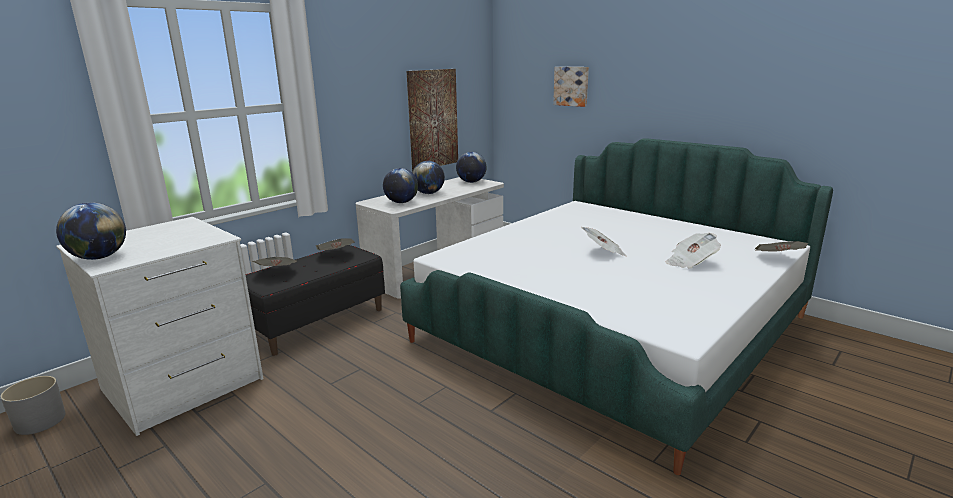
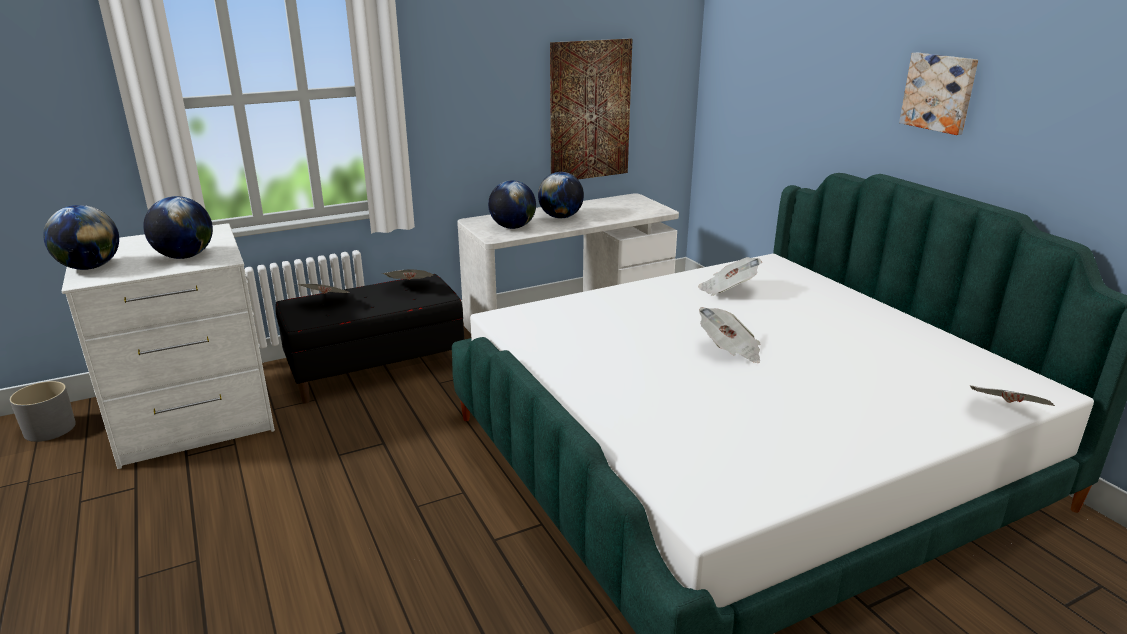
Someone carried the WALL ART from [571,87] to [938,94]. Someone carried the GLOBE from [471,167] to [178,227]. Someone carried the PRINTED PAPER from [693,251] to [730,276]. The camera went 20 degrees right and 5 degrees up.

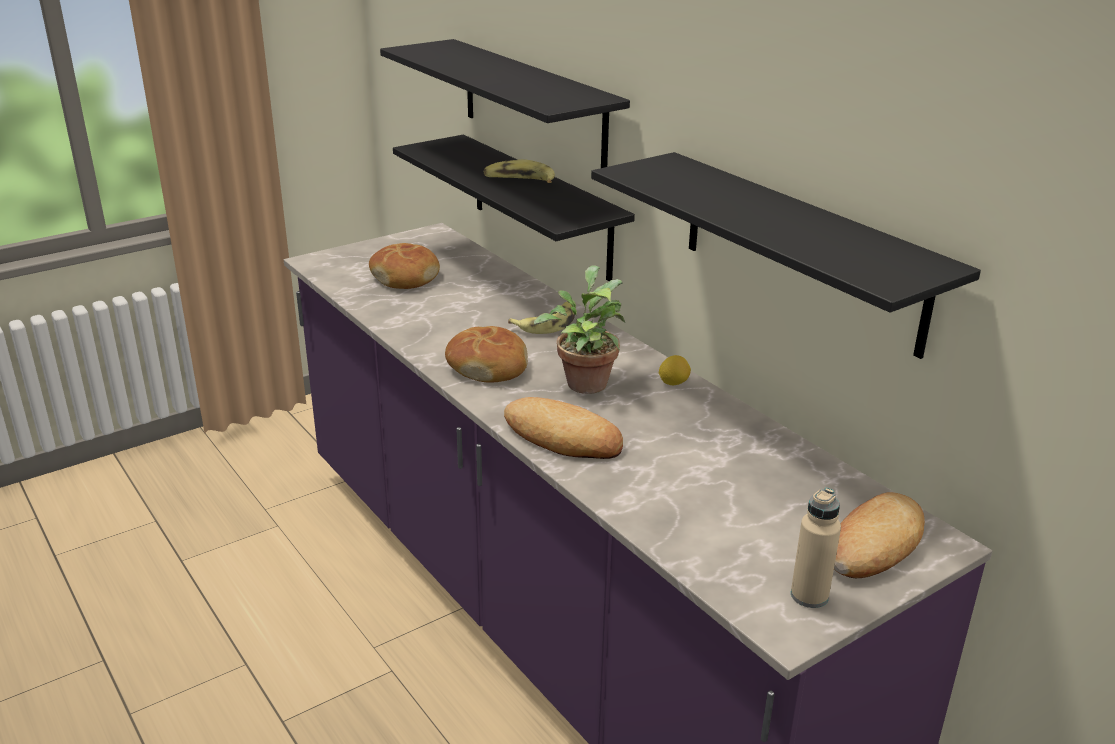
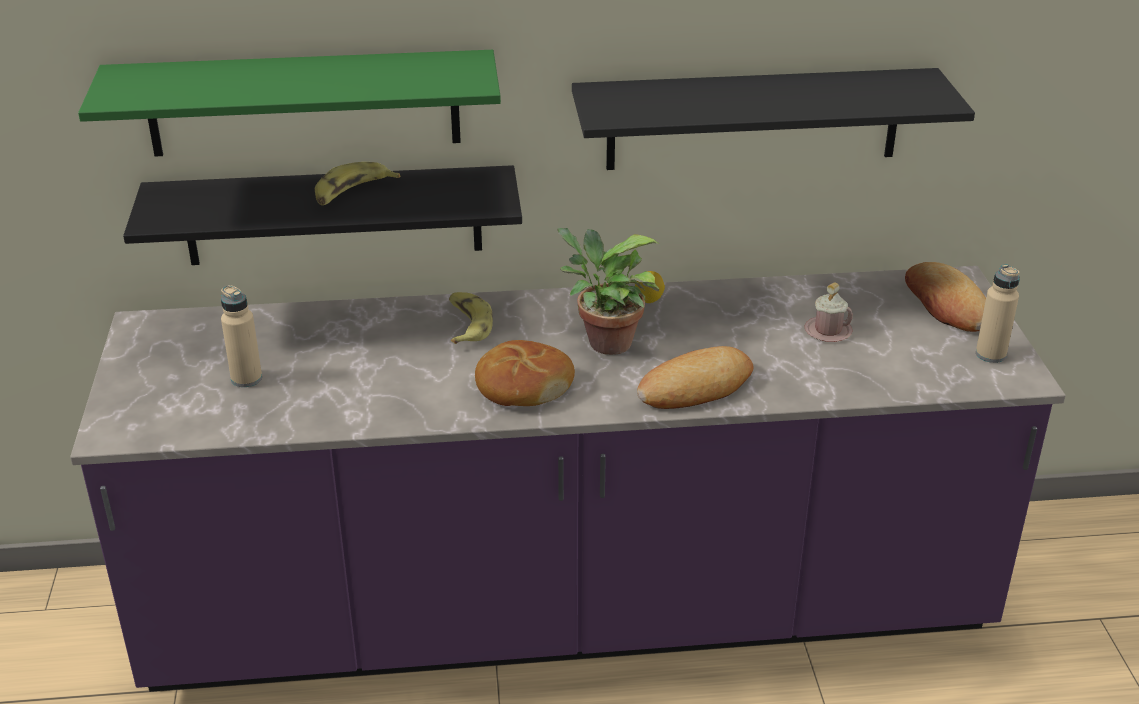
Someone repainted the BLACKISH BRACKET SHELF at [505,103], which became the GREEN-COLOURED BRACKET SHELF at [289,103]. Someone swapped the BREAD at [404,266] for the BEIGE DRINK BOTTLE at [241,336]. Someone put down the PINK MUG at [828,312]. The camera went 60 degrees left and 5 degrees up.

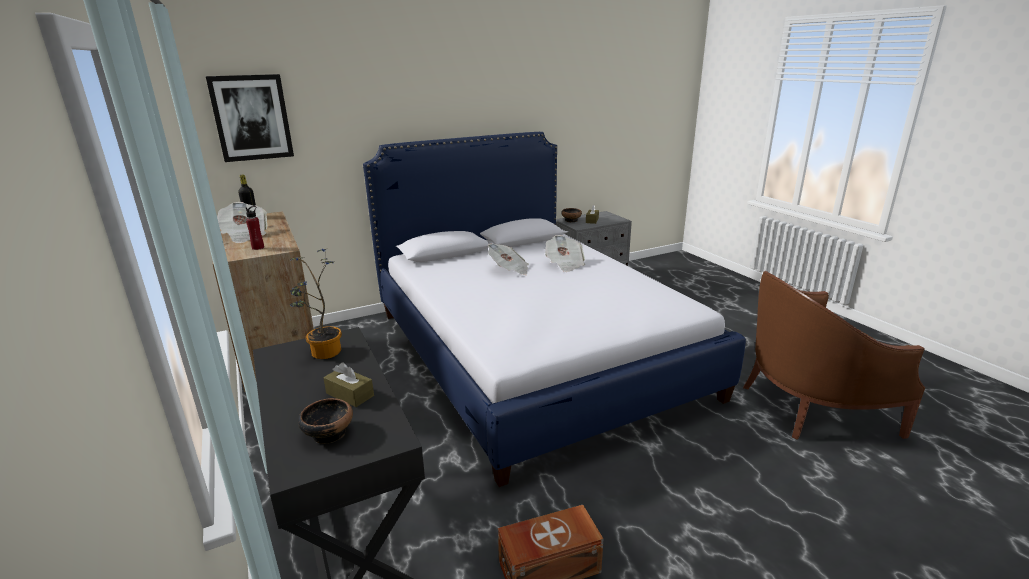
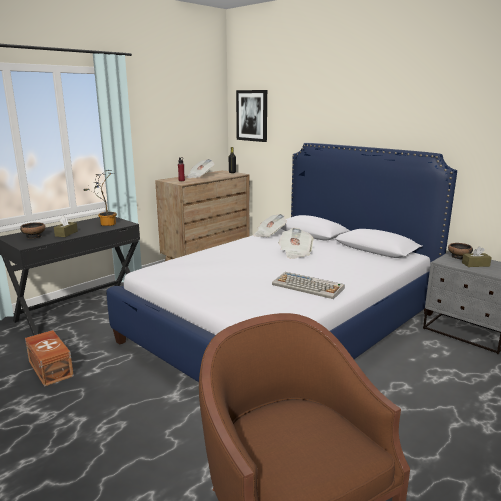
Someone carried the PRINTED PAPER from [565,253] to [270,225]. Someone put down the COMPUTER KEYBOARD at [308,285]. The camera went 70 degrees right and 5 degrees down.

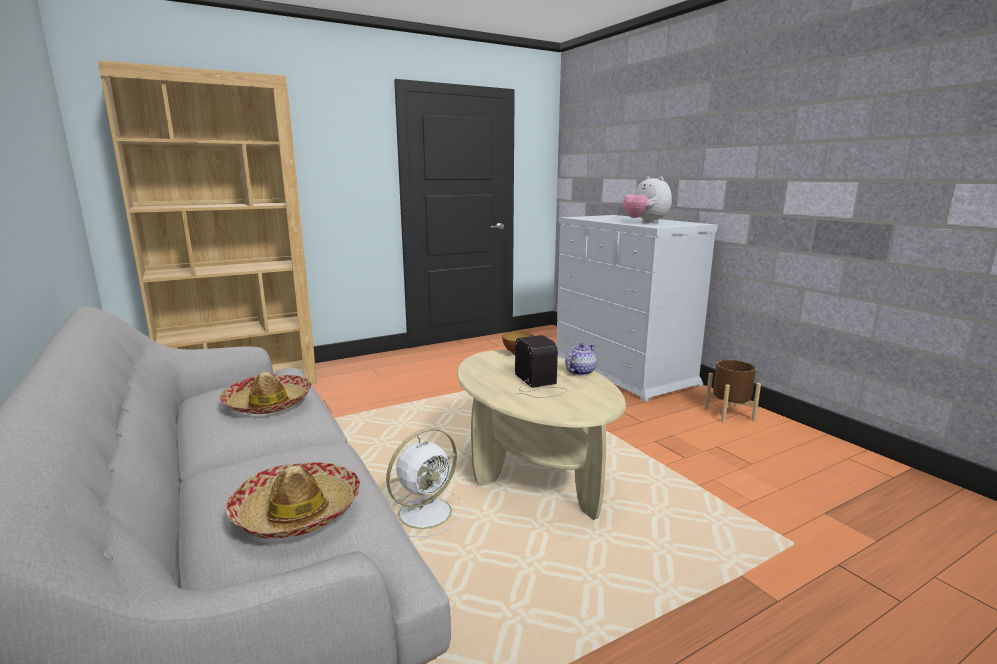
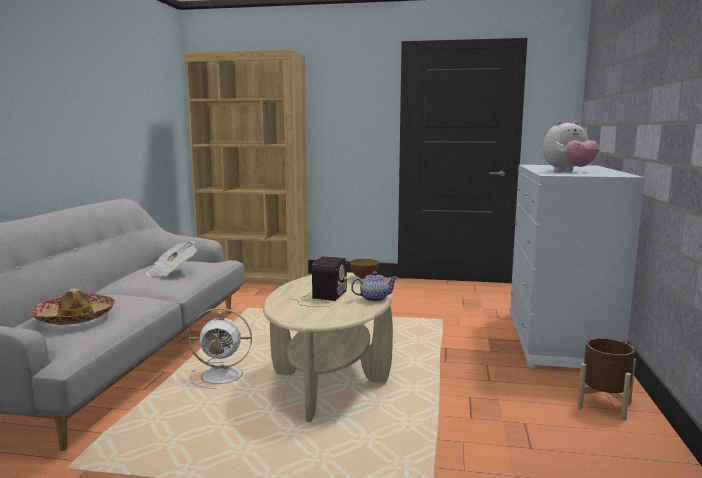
Someone rotated the SOFT TOY at [647,199] by 120 degrees counterclockwise. Someone swapped the WEARABLE HAT at [266,393] for the PRINTED PAPER at [171,258]. The camera went 40 degrees right and 5 degrees down.

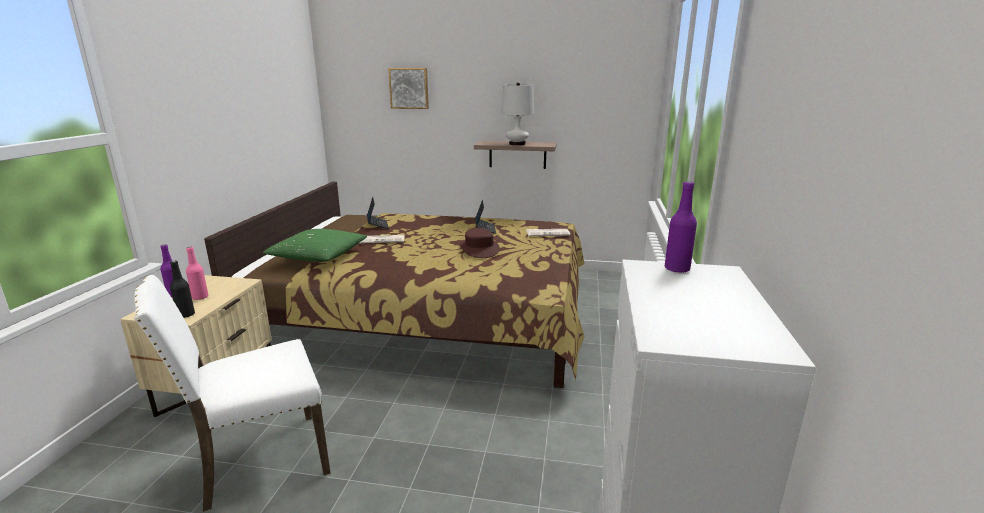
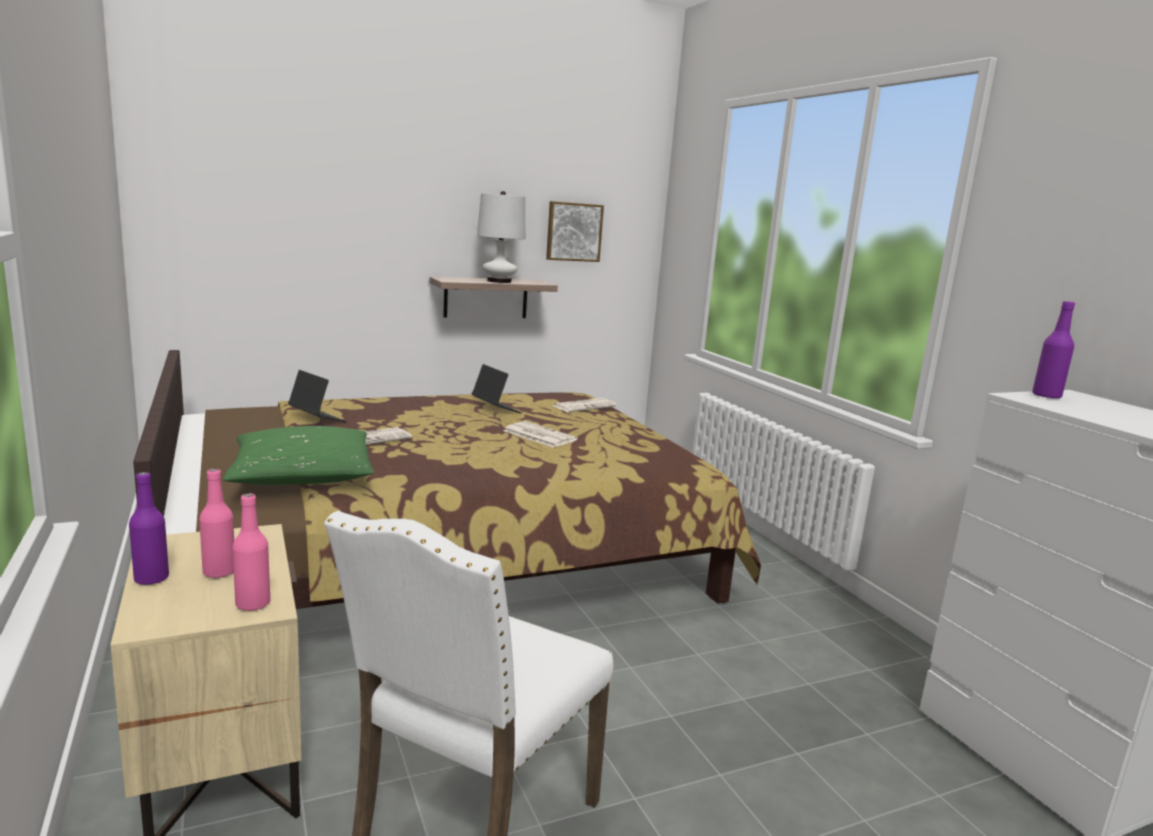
Someone carried the WALL ART from [408,88] to [575,231]. Someone swapped the BROWN-COLOURED WEARABLE HAT at [480,243] for the PRINTED PAPER at [540,434]. Someone repainted the BLACKISH DRINK BOTTLE at [182,289], which became the PINK DRINK BOTTLE at [251,552]. The camera went 35 degrees left and 5 degrees down.

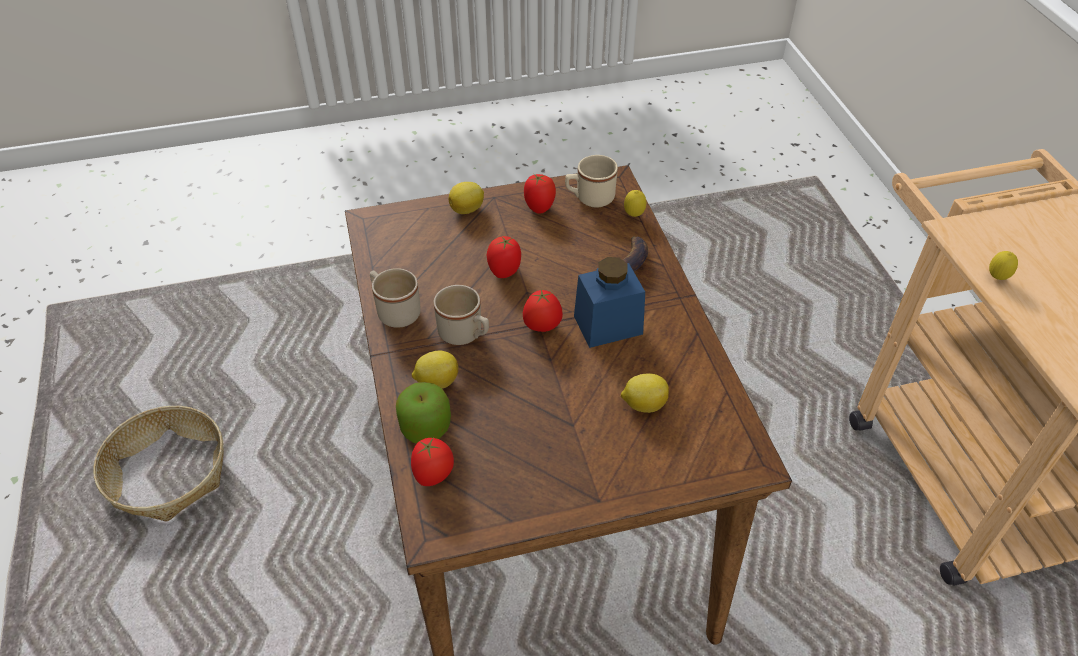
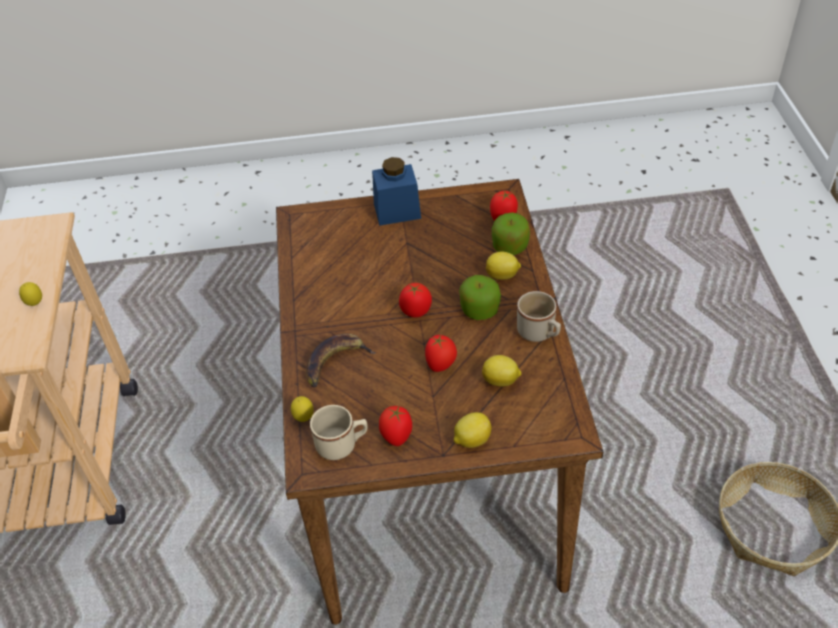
Someone carried the BLUE JAR from [609,302] to [396,191]. Someone swapped the BEIGE MUG at [461,315] for the WHOLE APPLE at [480,297]. Someone carried the LEMON from [645,393] to [502,370]. The camera went 170 degrees left and 0 degrees up.

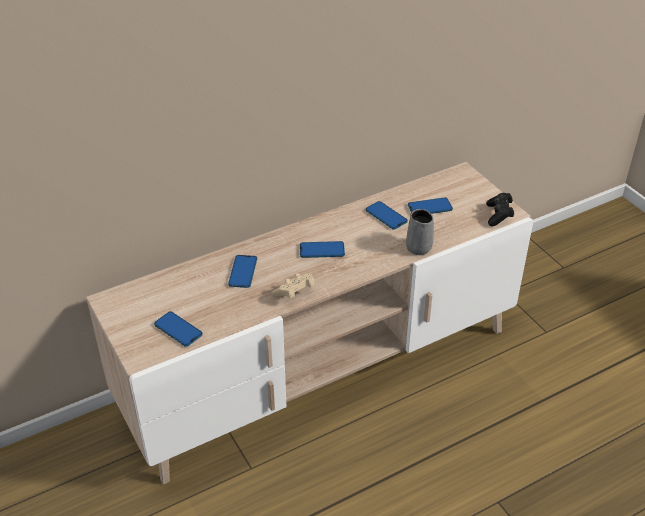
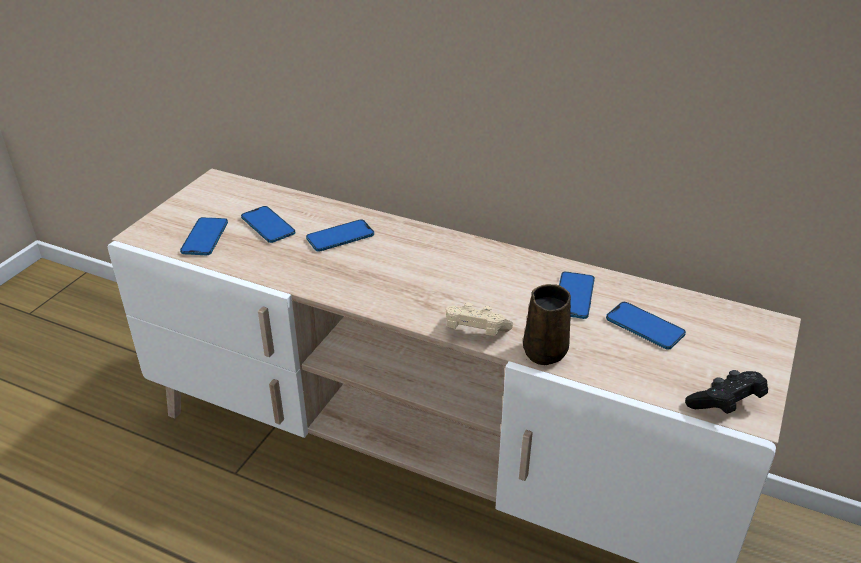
Someone repainted the GRAY MUG at [420,232], which became the BROWN-COLOURED MUG at [547,324]. Someone carried the HANDSET from [322,249] to [268,224]. Someone carried the BEIGE GAME CONTROLLER from [293,286] to [479,319]. The camera went 55 degrees right and 5 degrees down.

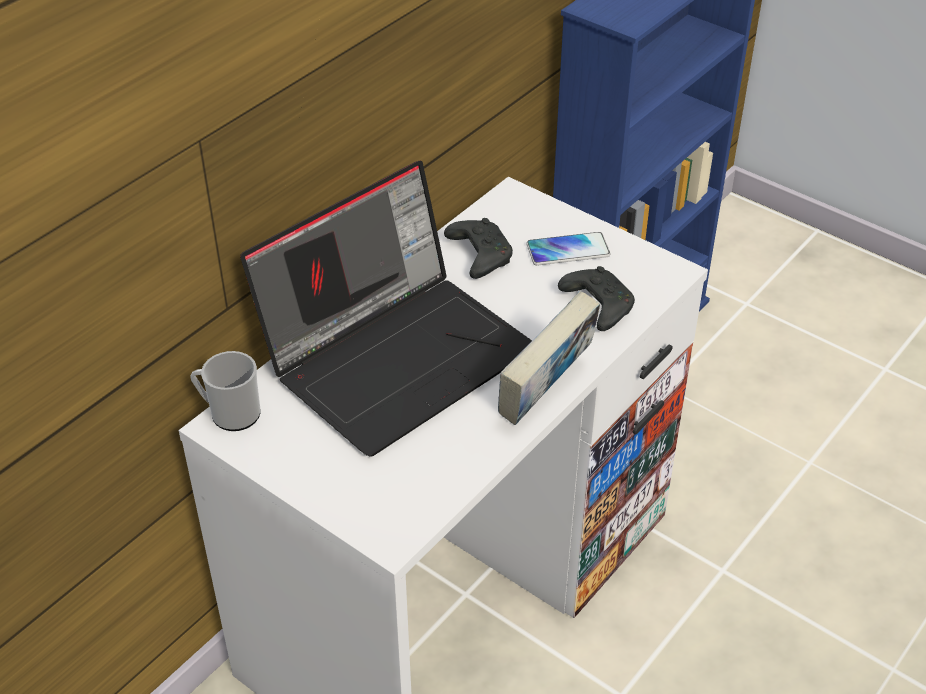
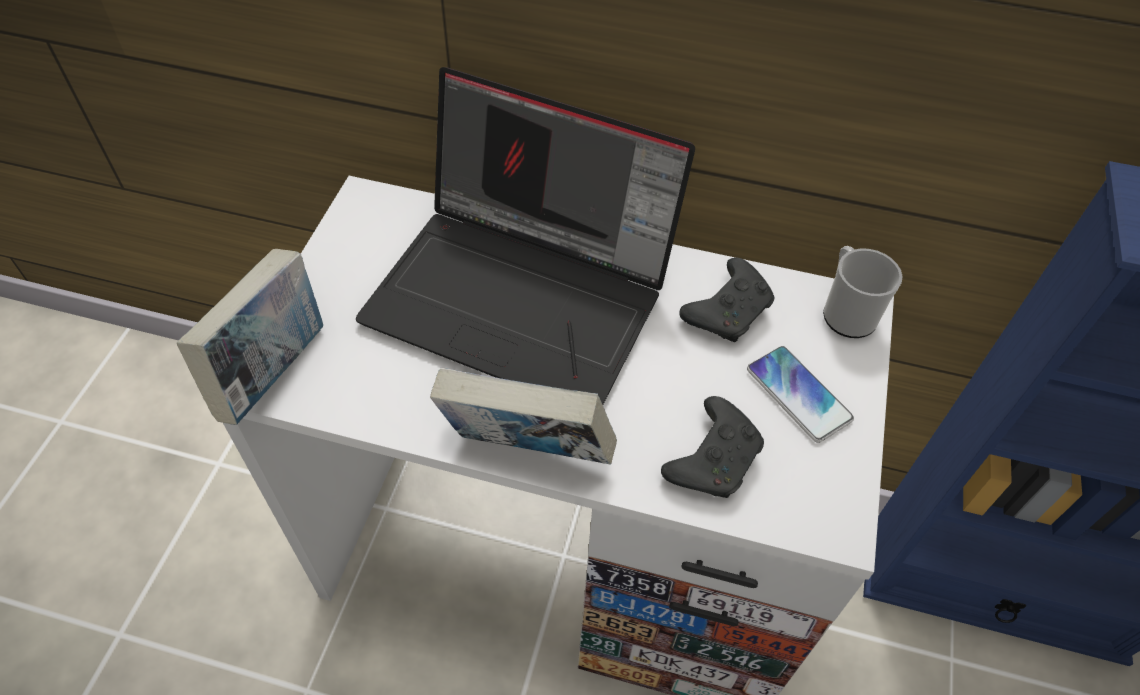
Someone carried the MUG from [225,391] to [863,292]. Someone put down the VOLUME at [250,337]. The camera went 65 degrees right and 10 degrees up.

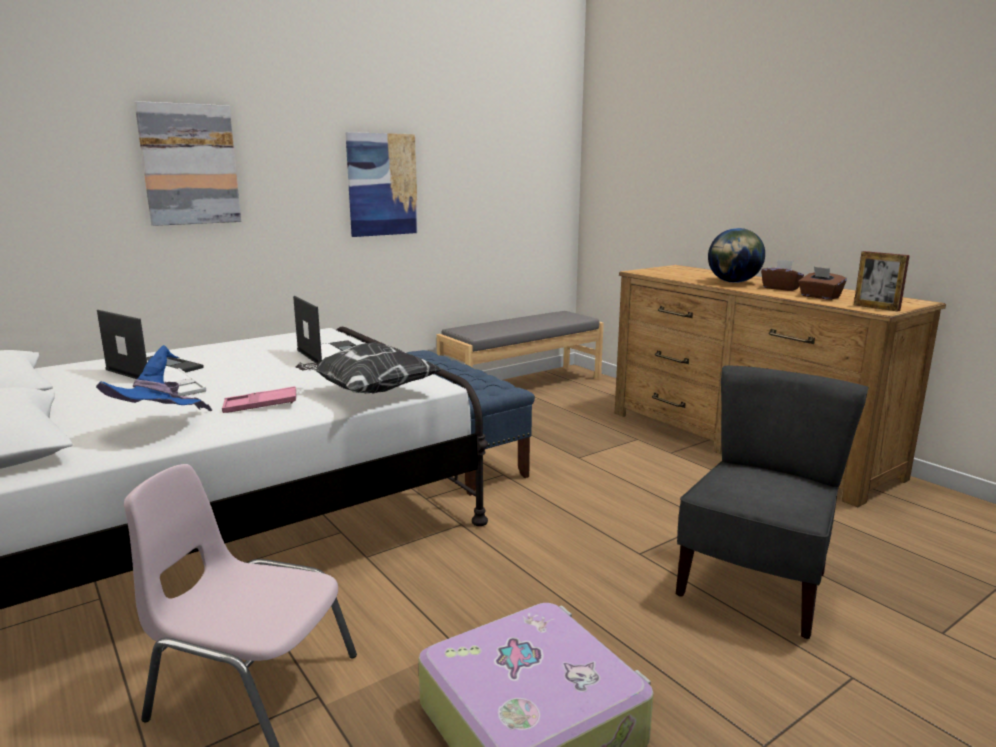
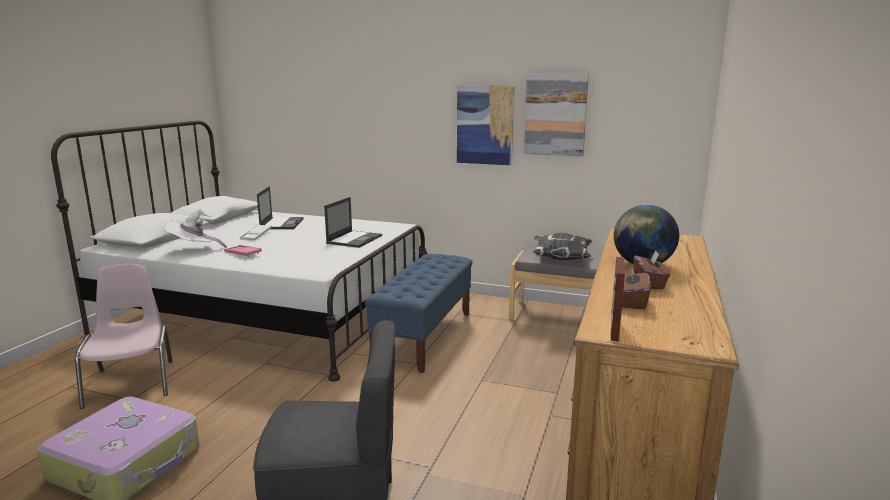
Someone carried the WALL ART from [187,163] to [556,114]. Someone carried the CUSHION from [368,368] to [562,246]. Someone repainted the BLUE WEARABLE HAT at [154,378], which became the WHITISH WEARABLE HAT at [195,228]. The camera went 55 degrees right and 0 degrees up.

